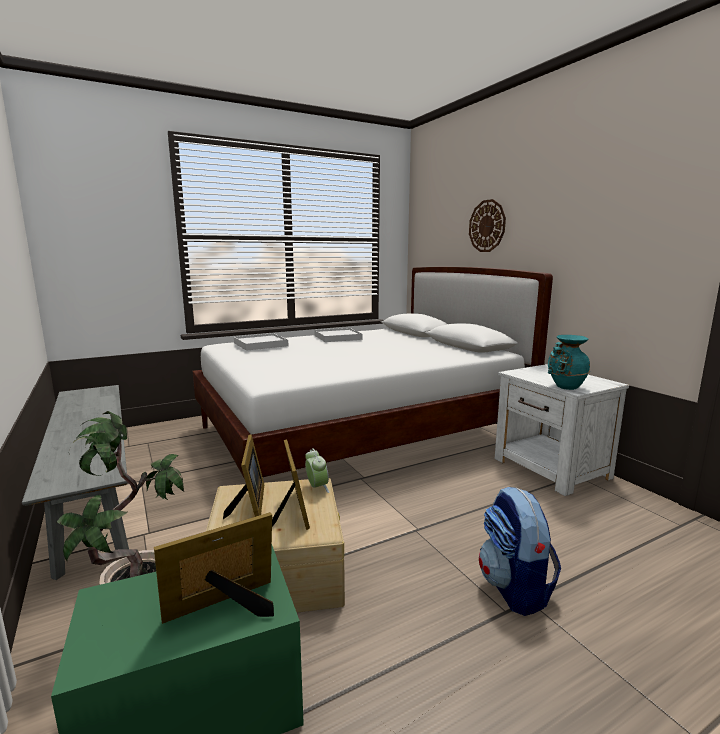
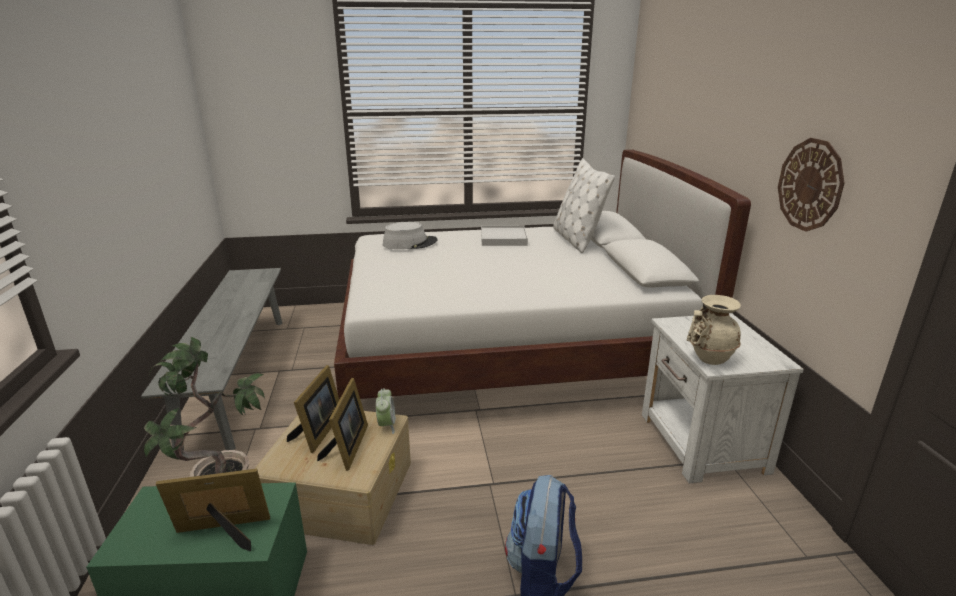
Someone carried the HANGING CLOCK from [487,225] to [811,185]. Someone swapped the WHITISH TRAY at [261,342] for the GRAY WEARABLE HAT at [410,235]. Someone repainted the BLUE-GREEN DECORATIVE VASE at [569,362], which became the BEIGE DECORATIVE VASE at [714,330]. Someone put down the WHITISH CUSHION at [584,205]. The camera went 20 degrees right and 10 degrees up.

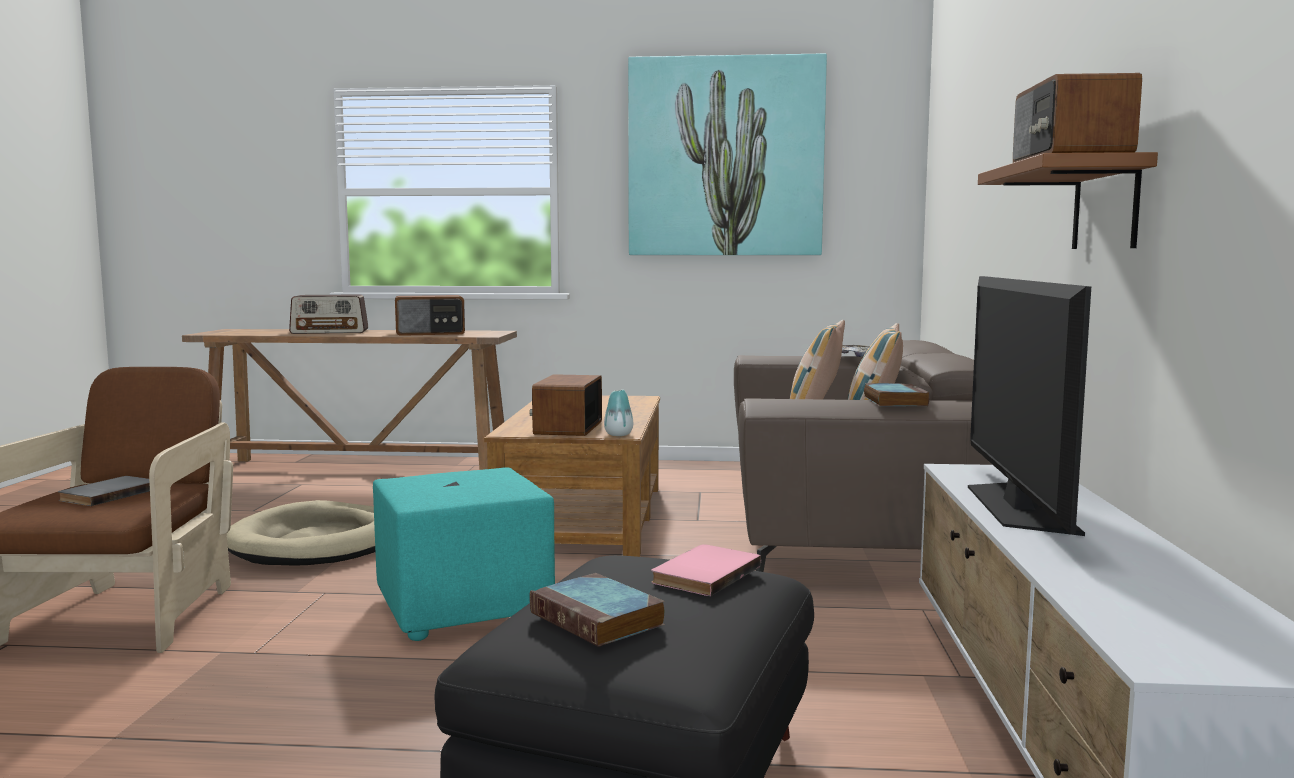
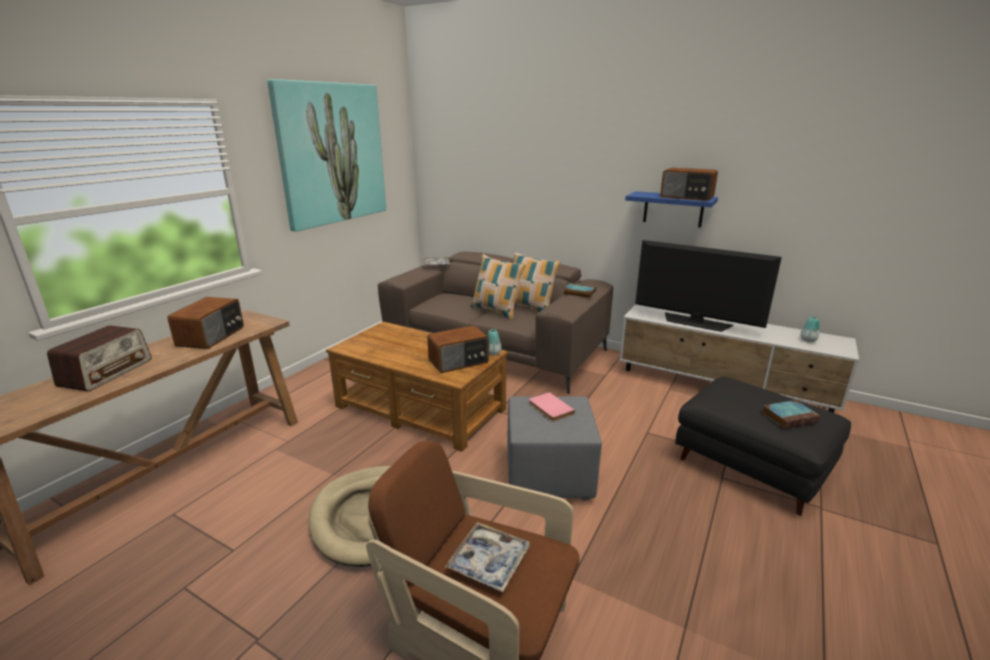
Someone repainted the BROWN-COLOURED BRACKET SHELF at [1068,200], which became the BLUE BRACKET SHELF at [671,209]. Someone rotated the RADIO RECEIVER at [565,405] by 60 degrees counterclockwise. Someone repainted the BLUE-GREEN FOOTREST at [464,554], which became the GRAY FOOTREST at [555,448]. Someone swapped the GRAY VOLUME at [104,491] for the TRAY at [487,557]. Someone carried the PINK VOLUME from [706,570] to [552,407]. Someone put down the DECORATIVE VASE at [809,329]. The camera went 65 degrees left and 15 degrees up.

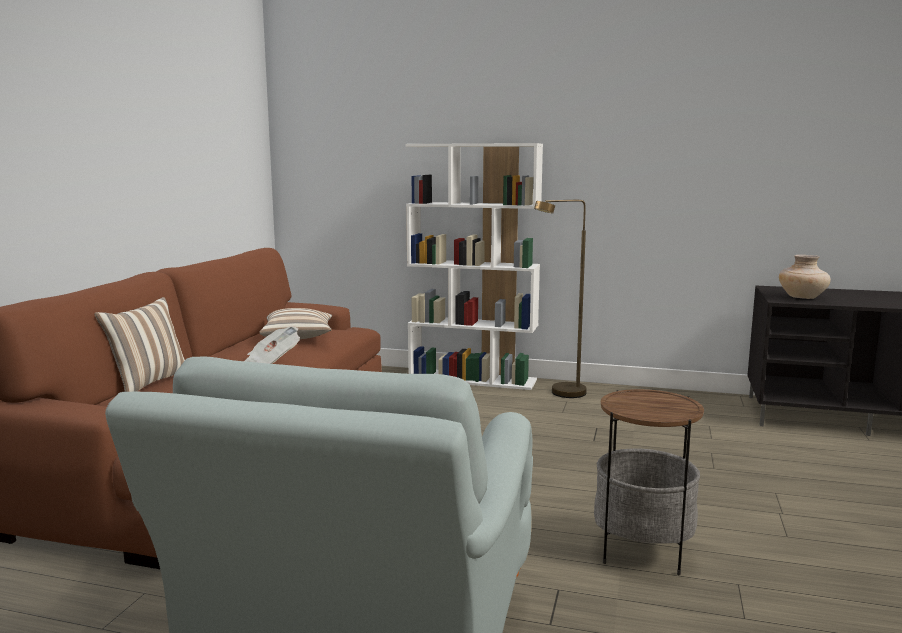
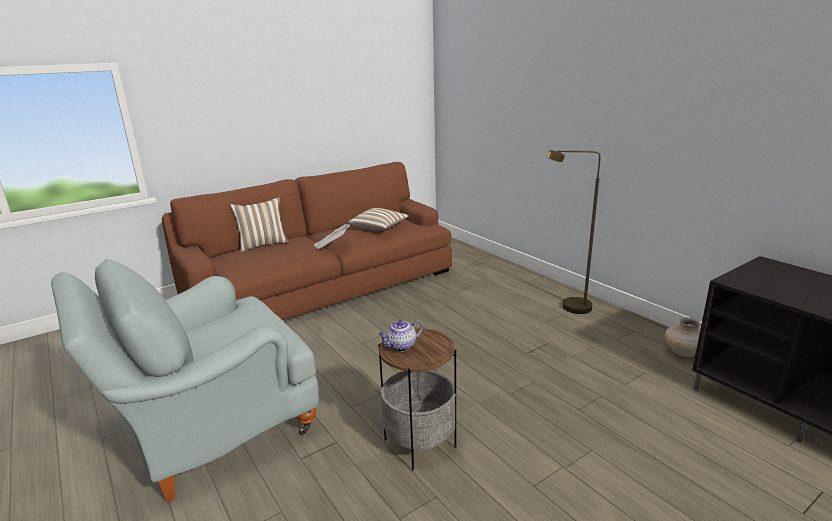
Someone took away the WHITISH BOOKCASE at [474,266]. Someone carried the BEIGE DECORATIVE VASE from [805,277] to [683,337]. Someone put down the TEA POT at [400,336]. The camera went 40 degrees right and 10 degrees up.

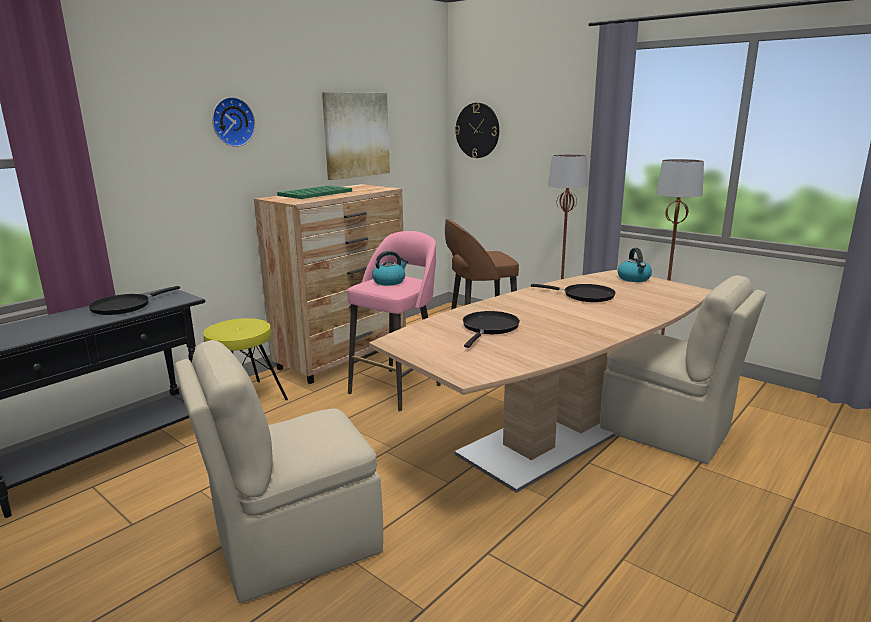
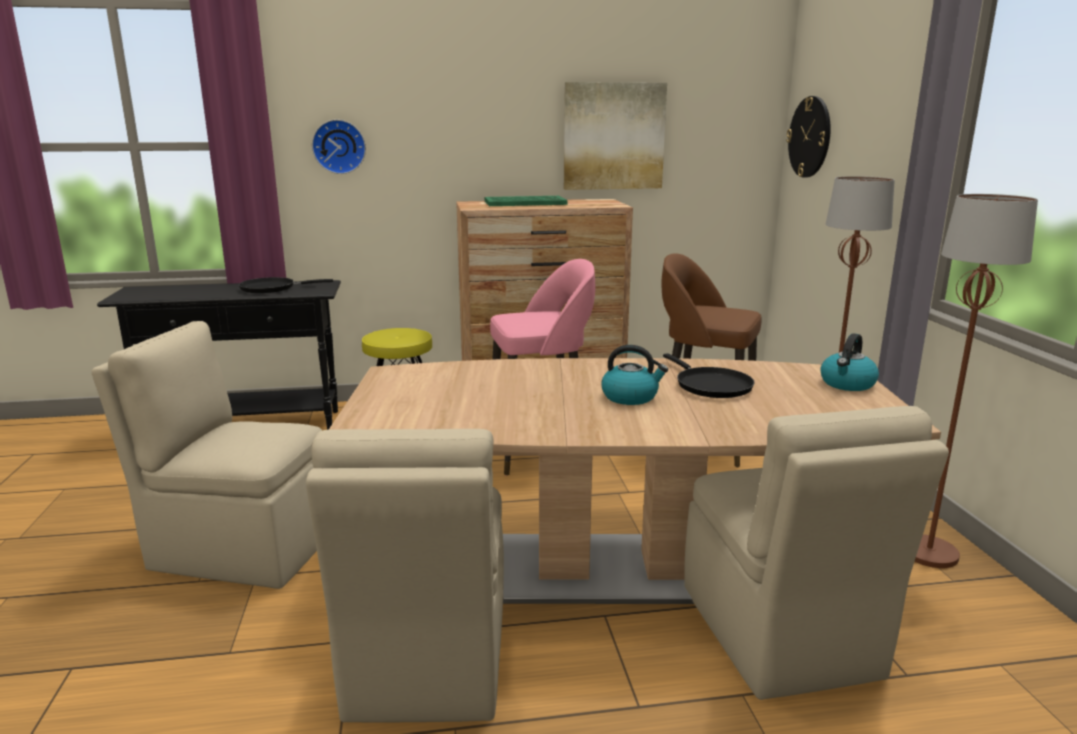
Someone carried the HANGING CLOCK from [233,122] to [339,146]. Someone carried the TEA KETTLE from [390,268] to [634,375]. Someone took away the BLACKISH SKILLET at [491,329]. Someone put down the BEIGE CHAIR at [405,576]. The camera went 40 degrees right and 0 degrees up.

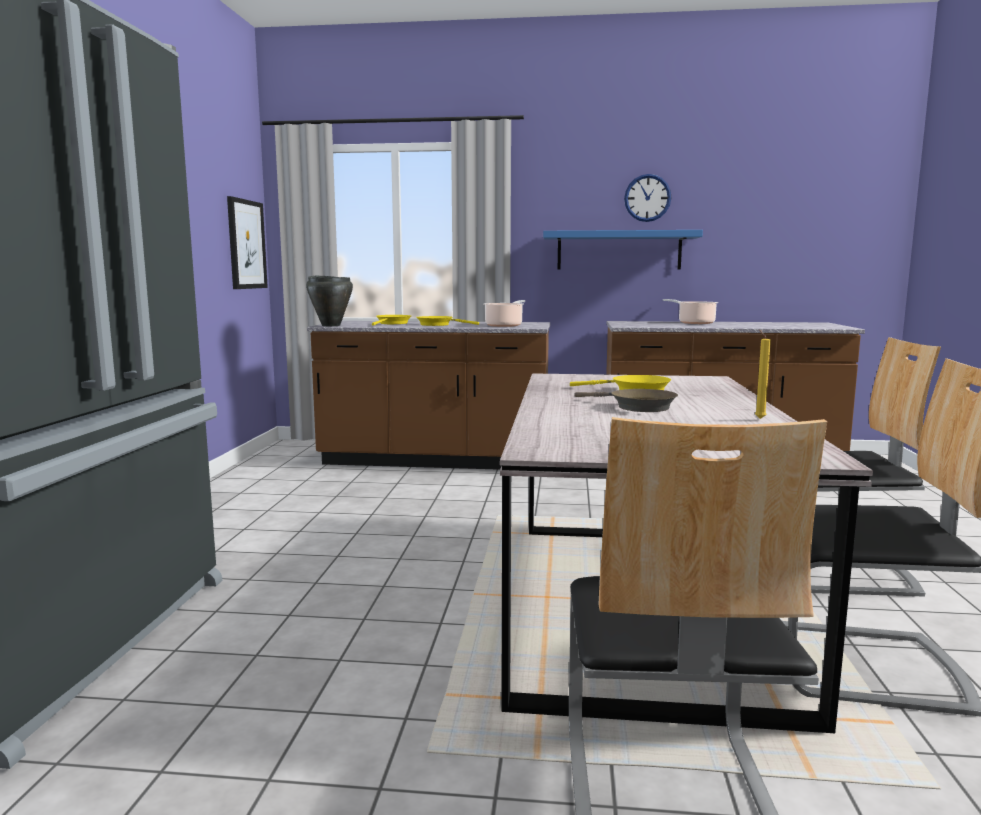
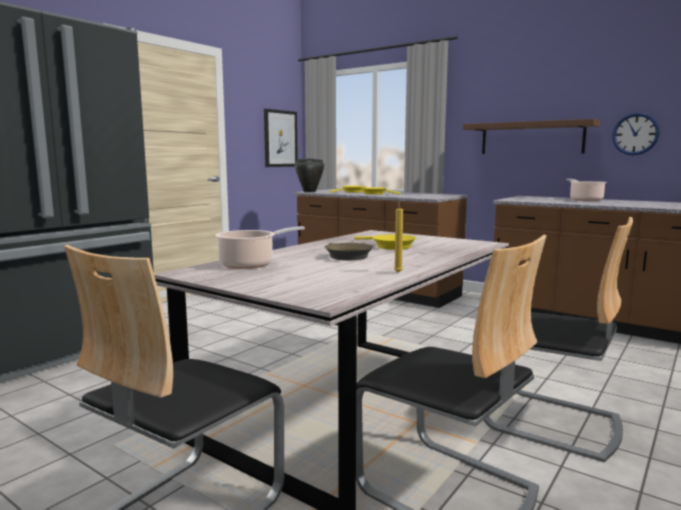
Someone carried the HANGING CLOCK from [647,198] to [636,134]. Someone repainted the BLUE BRACKET SHELF at [623,249], which became the BROWN-COLOURED BRACKET SHELF at [531,136]. Someone carried the SAUCEPOT from [504,313] to [260,247]. The camera went 30 degrees right and 0 degrees up.

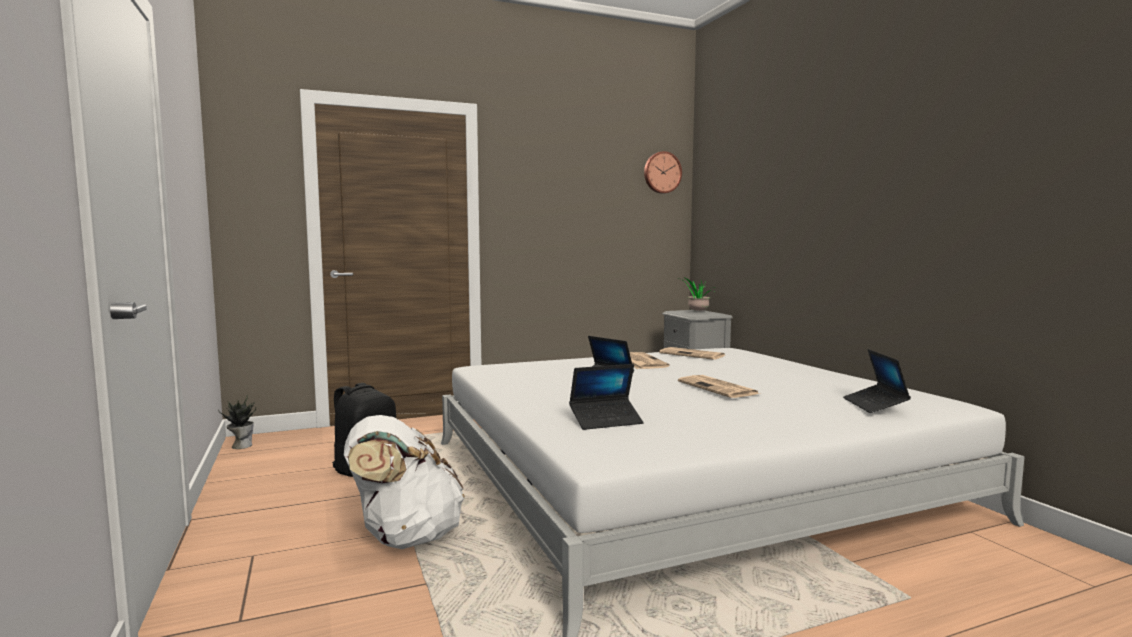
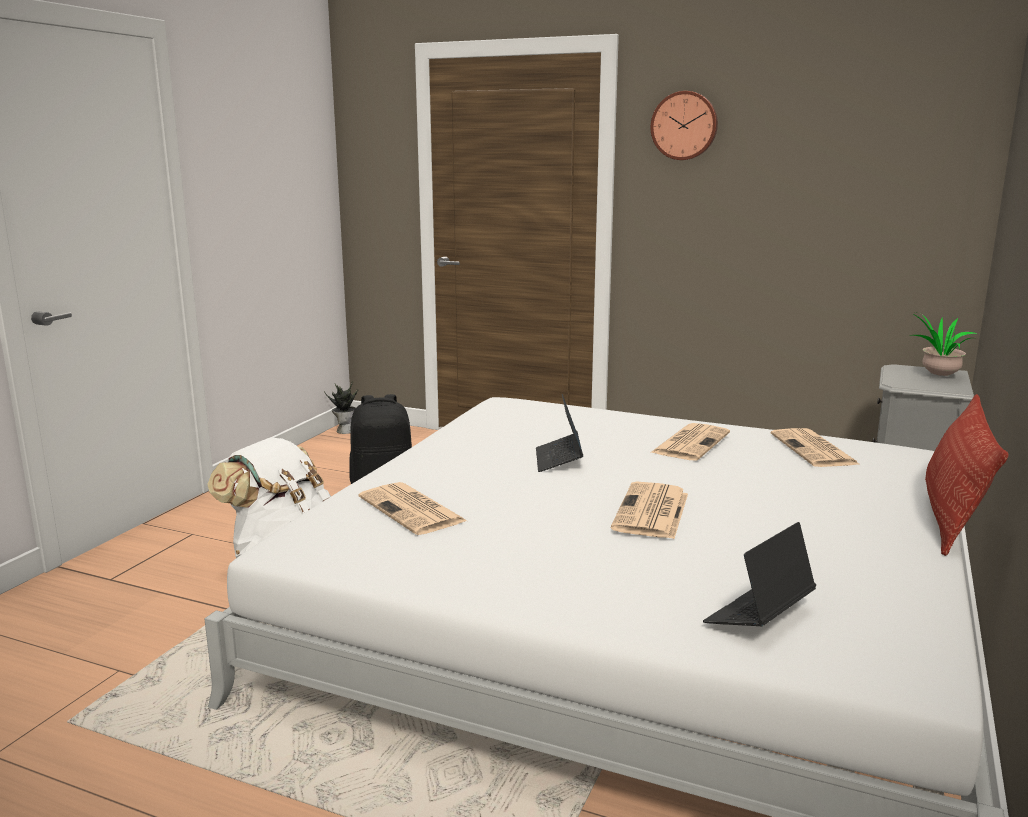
Someone carried the HANGING CLOCK from [663,172] to [684,125]. Someone swapped the PORTABLE COMPUTER at [606,397] for the PRINTED PAPER at [413,508]. Someone put down the CUSHION at [967,475]. The camera went 45 degrees right and 10 degrees up.

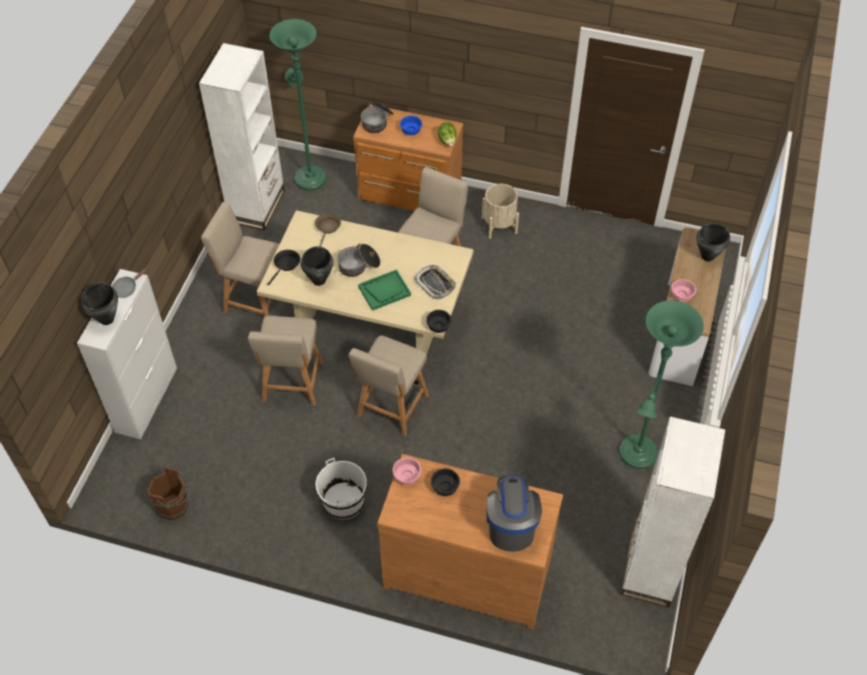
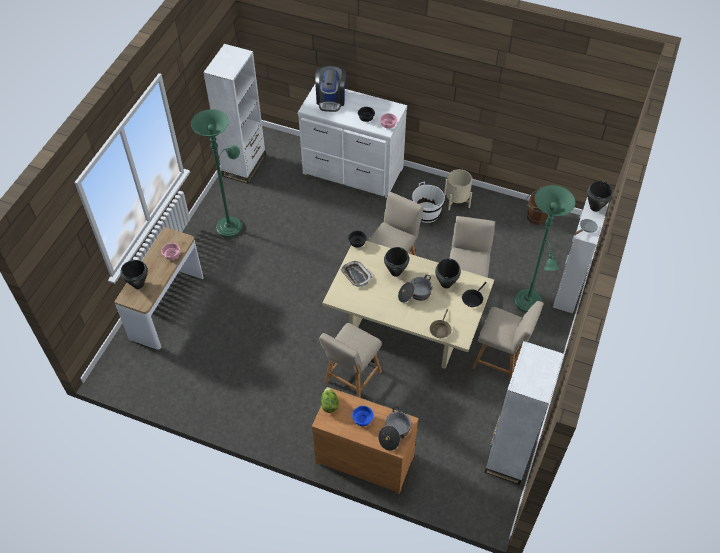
Someone carried the GREEN-COLOURED STANDARD LAMP from [298,105] to [544,248]. Someone carried the BEIGE FLOWER POT from [500,211] to [458,189]. Someone swapped the GREEN-COLOURED TRAY at [384,290] for the BLACKISH SAUCEPOT at [396,262]. Someone repainted the BROWN-COLOURED DRESSER at [470,541], which became the WHITISH DRESSER at [352,141]. The camera went 175 degrees left and 0 degrees up.

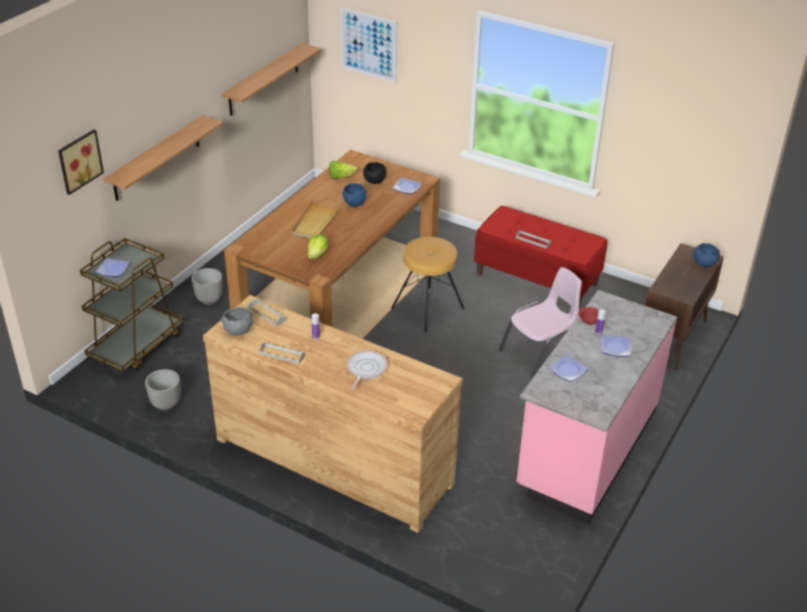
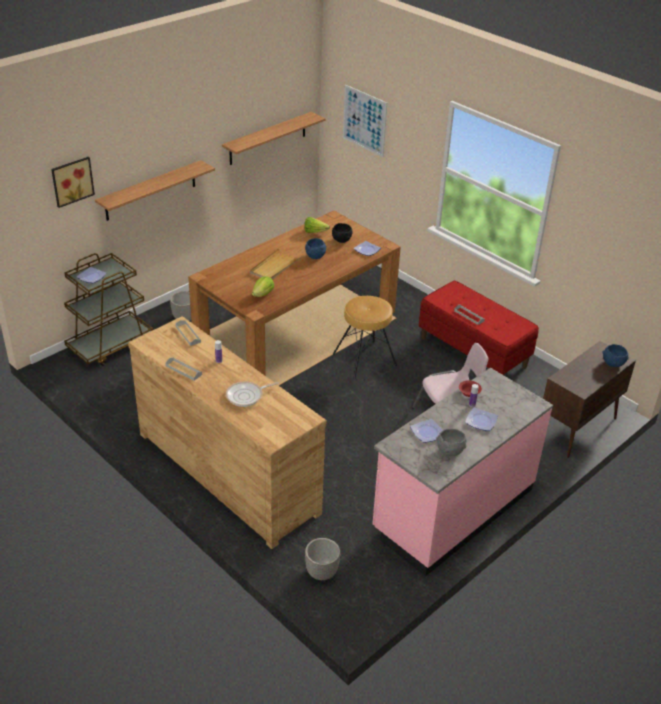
Someone carried the GRAY BOWL from [237,321] to [451,442]. Someone rotated the SKILLET at [367,370] by 150 degrees counterclockwise. Someone carried the FLOWER POT from [163,389] to [322,559]. The camera went 15 degrees right and 0 degrees up.

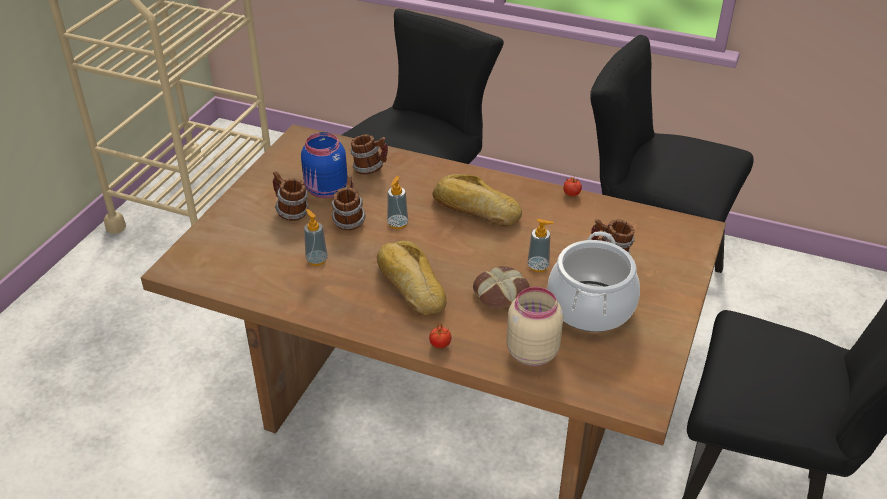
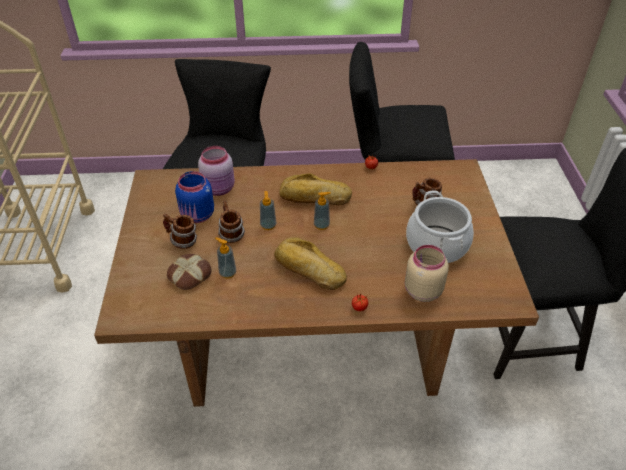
Someone swapped the MUG at [369,155] for the PINK JAR at [216,171]. Someone carried the SOAP DISPENSER from [540,245] to [322,211]. Someone carried the BREAD from [501,287] to [189,272]. The camera went 25 degrees left and 5 degrees up.

